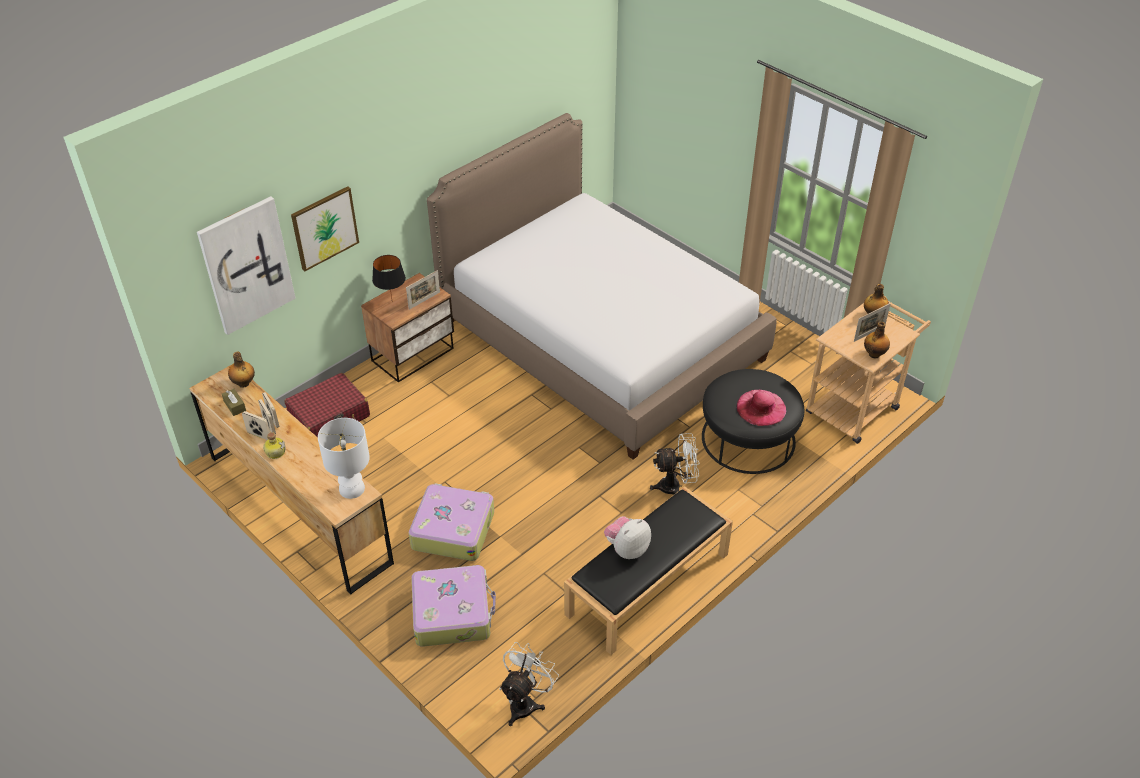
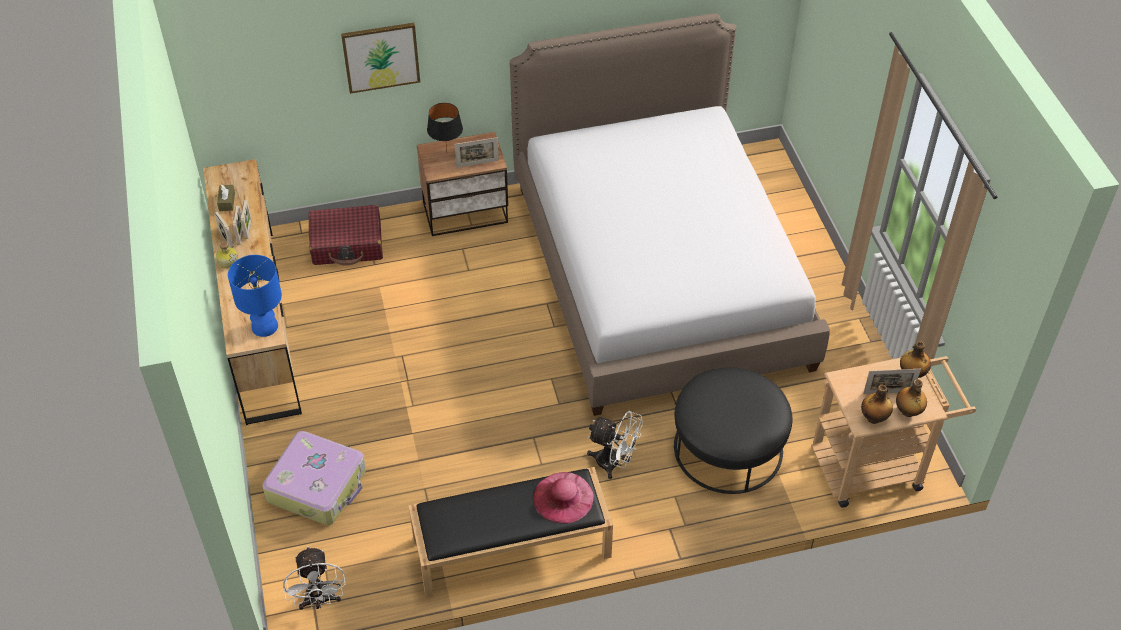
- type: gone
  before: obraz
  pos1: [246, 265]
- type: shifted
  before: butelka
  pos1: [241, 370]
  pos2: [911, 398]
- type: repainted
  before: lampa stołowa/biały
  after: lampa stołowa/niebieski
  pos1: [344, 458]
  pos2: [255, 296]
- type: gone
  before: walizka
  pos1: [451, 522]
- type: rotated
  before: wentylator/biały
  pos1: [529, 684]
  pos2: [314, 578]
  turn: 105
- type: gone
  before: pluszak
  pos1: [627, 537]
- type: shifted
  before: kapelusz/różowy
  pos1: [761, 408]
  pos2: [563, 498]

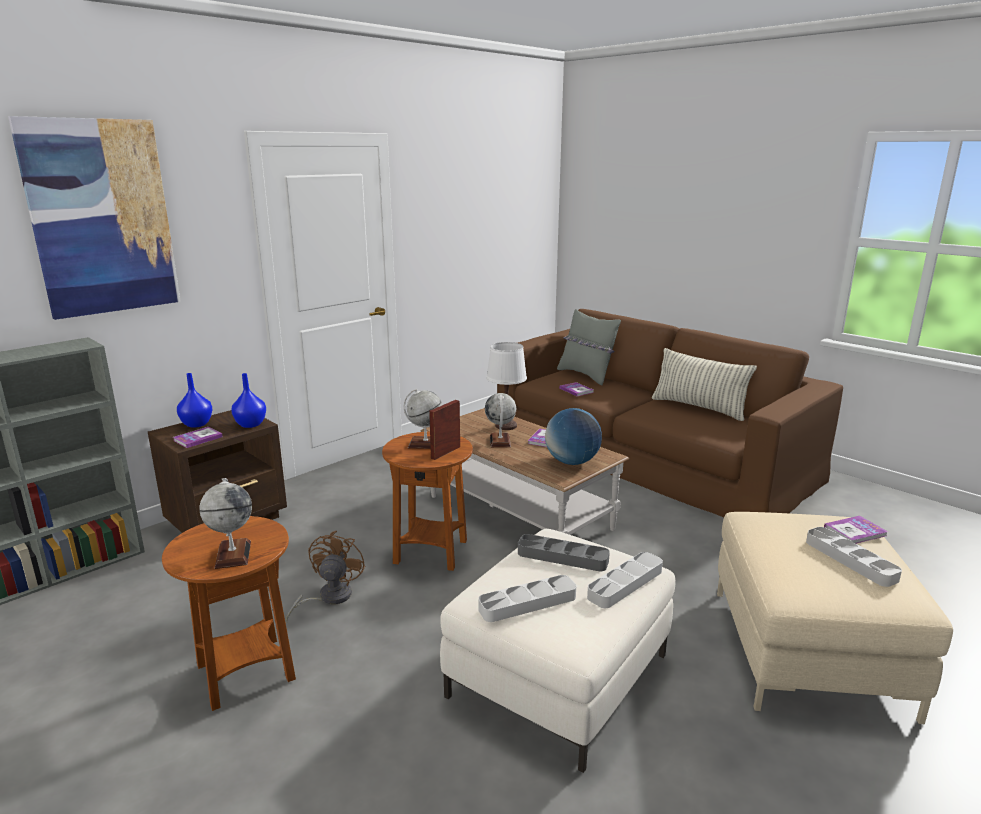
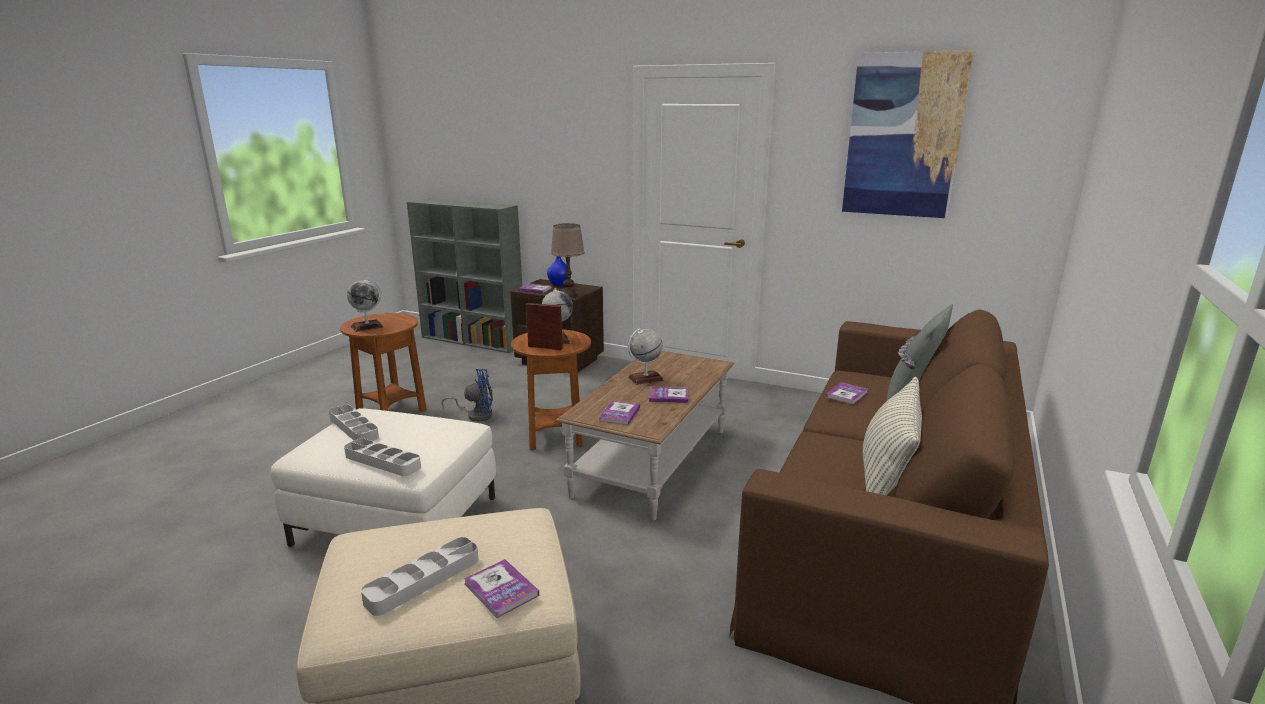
- type: shifted
  before: obraz
  pos1: [94, 218]
  pos2: [908, 134]
- type: swapped
  before: wazon/niebieski
  after: lampa stołowa/brązowy
  pos1: [248, 400]
  pos2: [568, 260]
- type: repainted
  before: wentylator/brązowy
  after: wentylator/niebieski
  pos1: [325, 576]
  pos2: [467, 395]
- type: gone
  before: lampa stołowa/biały
  pos1: [506, 386]
- type: gone
  before: taca/szary
  pos1: [564, 553]
- type: swapped
  before: globus
  after: książka
  pos1: [573, 436]
  pos2: [619, 413]

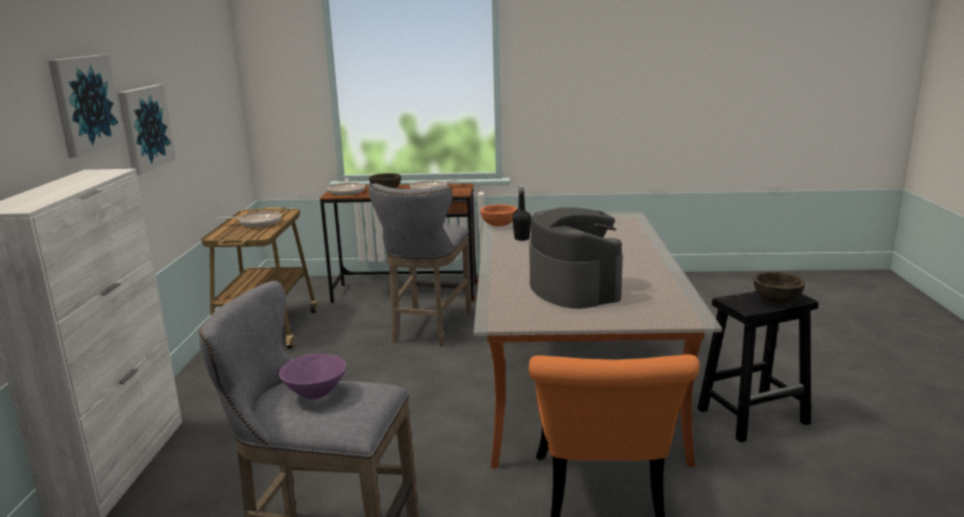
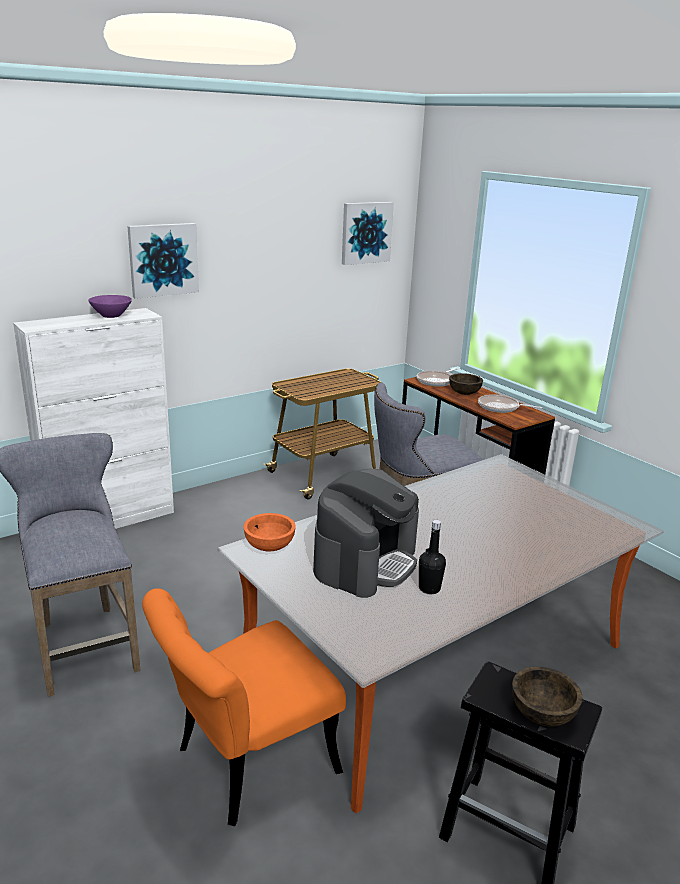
- type: shifted
  before: obraz
  pos1: [147, 129]
  pos2: [368, 233]
- type: gone
  before: patelnia
  pos1: [249, 219]
- type: shifted
  before: miska/fioletowy
  pos1: [312, 376]
  pos2: [110, 306]
- type: shifted
  before: miska/pomarańczowy
  pos1: [498, 215]
  pos2: [269, 532]
- type: shifted
  before: butelka/czarny
  pos1: [521, 213]
  pos2: [432, 557]

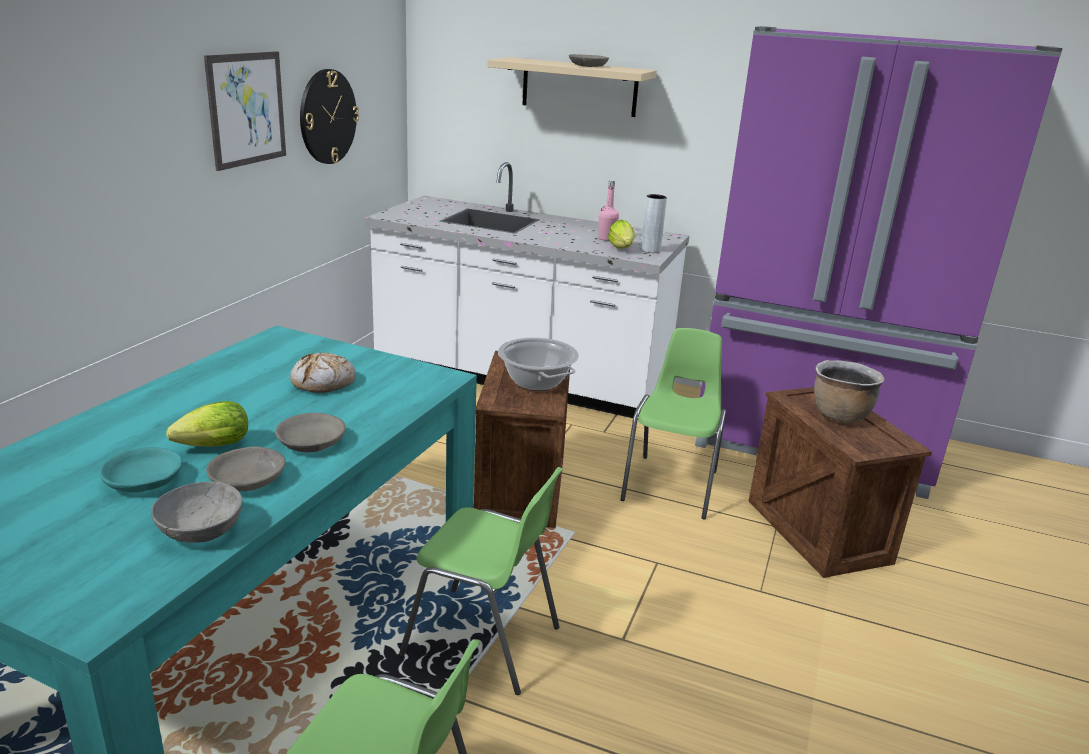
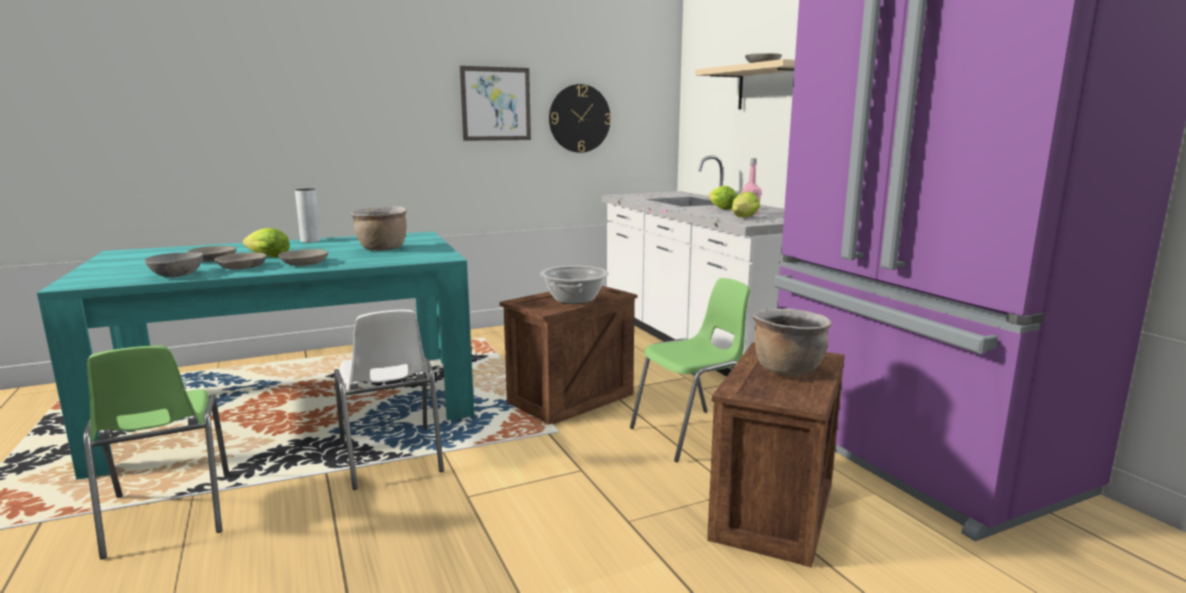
- type: repainted
  before: miska/turkusowy
  after: miska/szary
  pos1: [140, 469]
  pos2: [212, 254]
- type: swapped
  before: chleb
  after: garnek/brązowy
  pos1: [323, 373]
  pos2: [378, 228]
- type: repainted
  before: krzesło/zielony
  after: krzesło/biały
  pos1: [481, 581]
  pos2: [389, 400]
- type: shifted
  before: wazon/szary
  pos1: [654, 223]
  pos2: [308, 216]
- type: new
  after: sałata
  pos2: [722, 198]

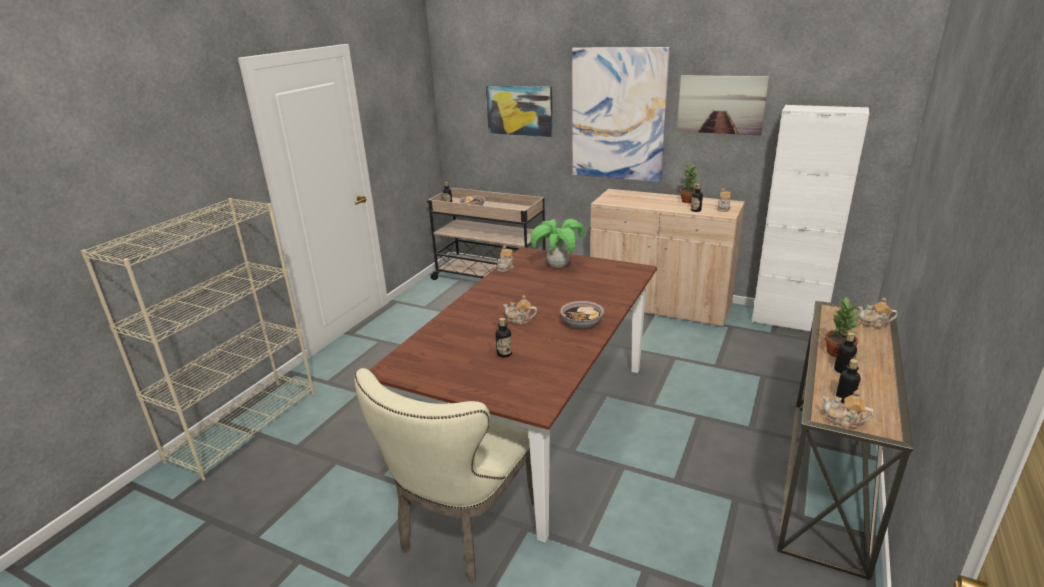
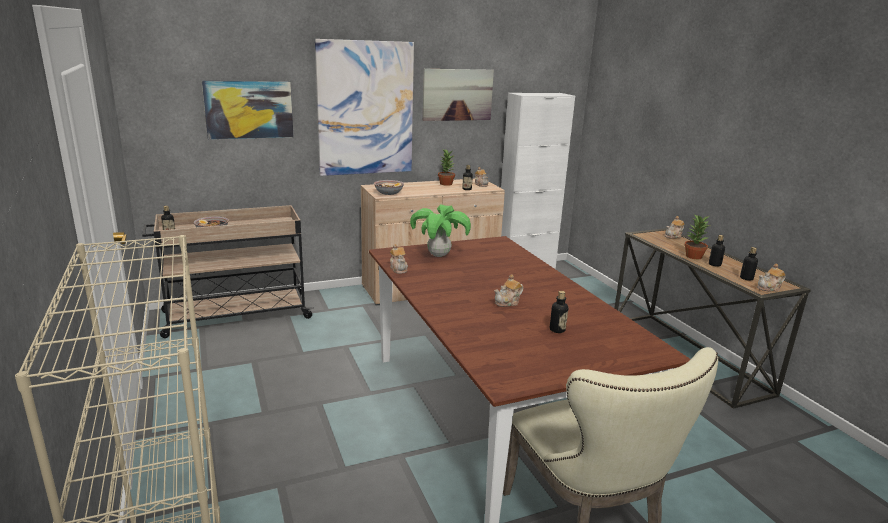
- type: shifted
  before: miska
  pos1: [582, 314]
  pos2: [389, 187]

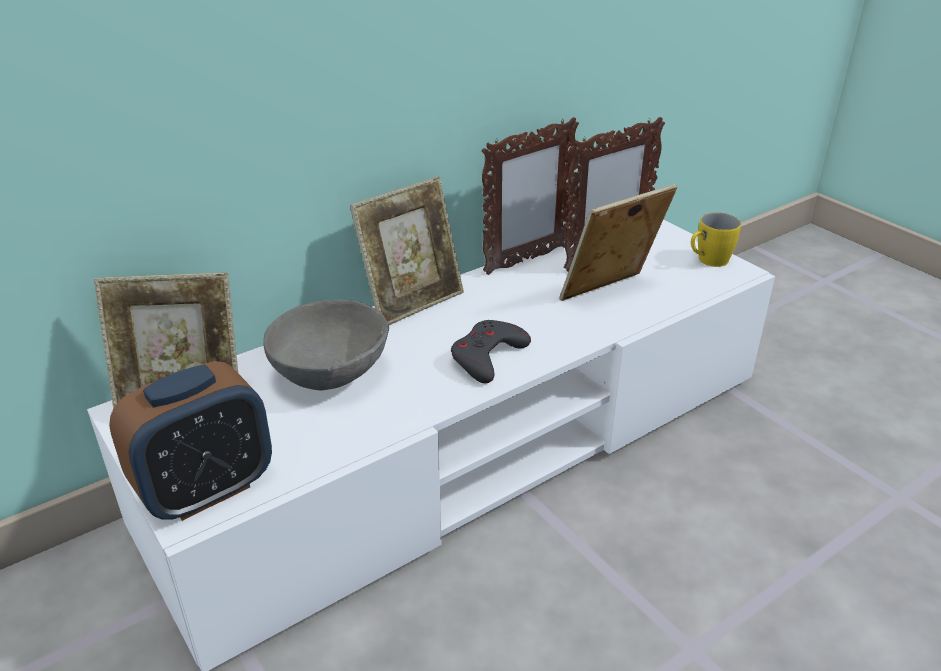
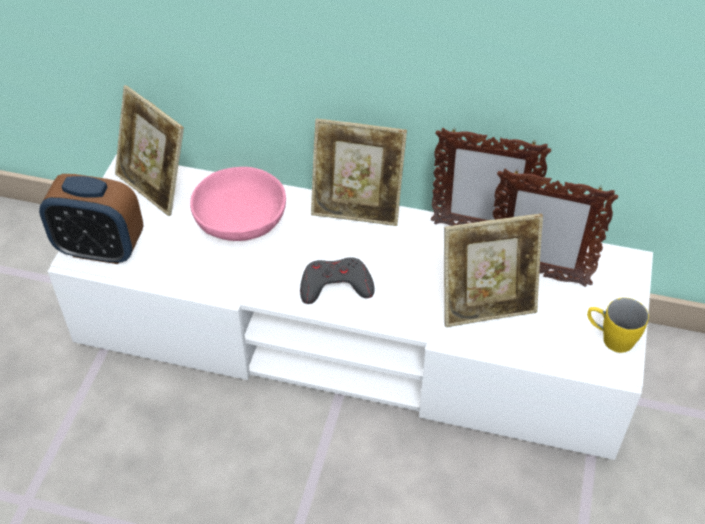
- type: repainted
  before: miska/szary
  after: miska/różowy
  pos1: [326, 344]
  pos2: [238, 204]
- type: rotated
  before: ramka na zdjęcie
  pos1: [618, 242]
  pos2: [493, 270]
  turn: 150

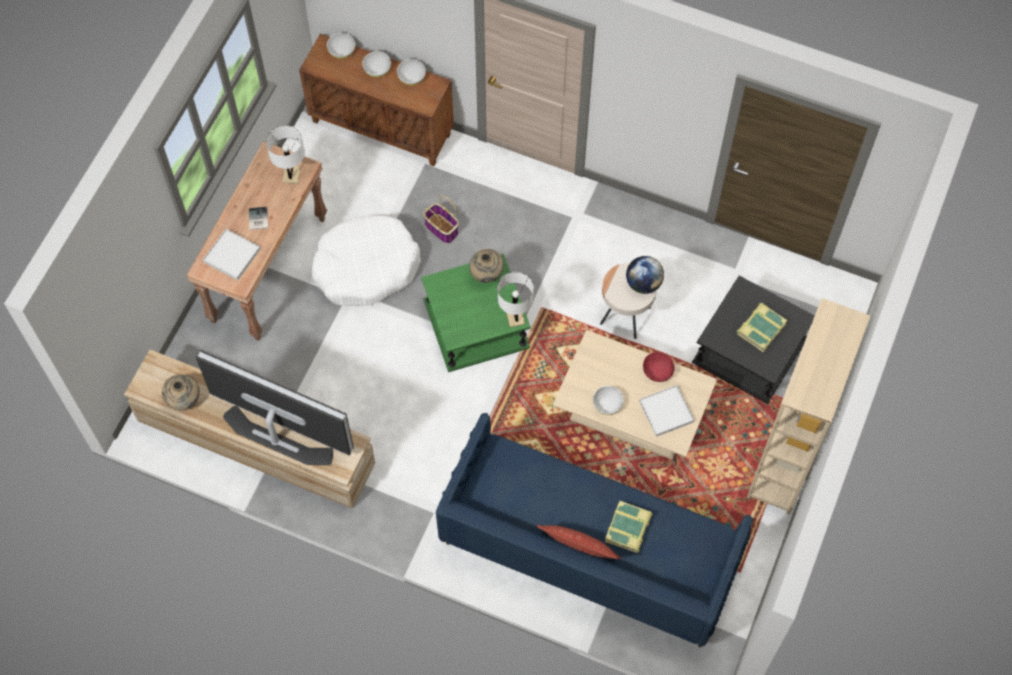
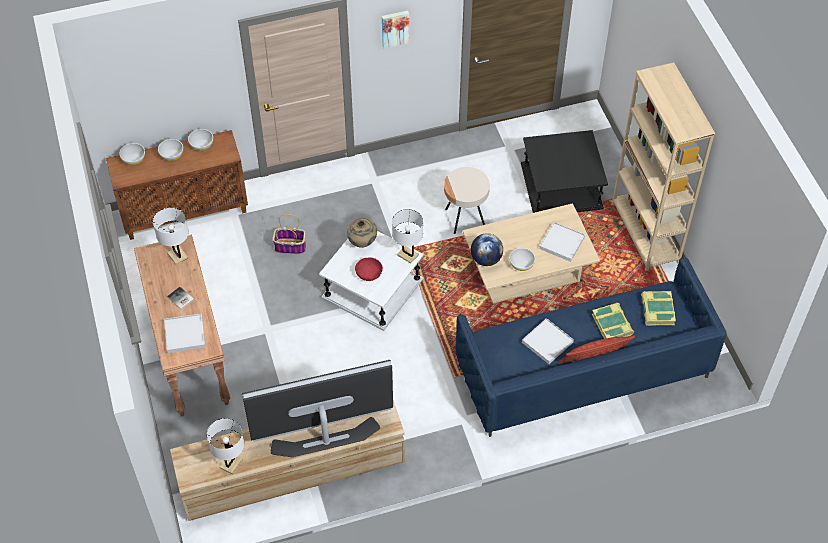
- type: swapped
  before: wazon/beżowy
  after: lampa stołowa/biały
  pos1: [181, 392]
  pos2: [225, 446]
- type: gone
  before: legowisko/biały
  pos1: [366, 260]
- type: repainted
  before: stolik/zielony
  after: stolik/biały
  pos1: [476, 313]
  pos2: [371, 281]
- type: shifted
  before: globus
  pos1: [645, 275]
  pos2: [487, 249]
- type: shifted
  before: miska/czerwony
  pos1: [659, 367]
  pos2: [369, 269]
- type: shifted
  before: książka
  pos1: [761, 327]
  pos2: [658, 308]
- type: new
  after: obraz
  pos2: [395, 30]
- type: new
  after: taca/biały
  pos2: [548, 341]

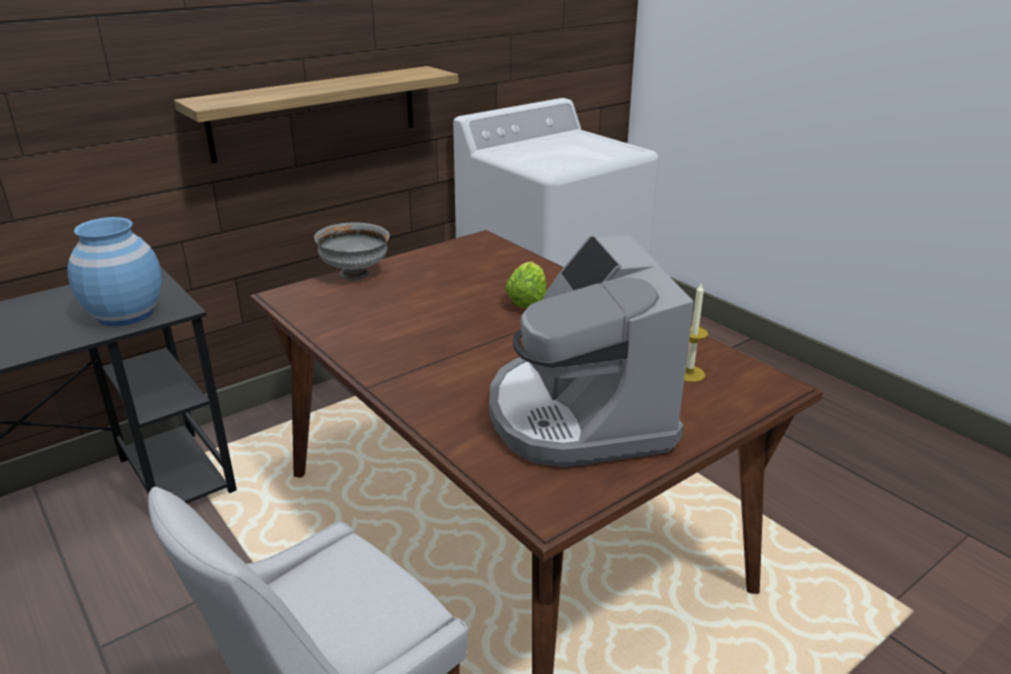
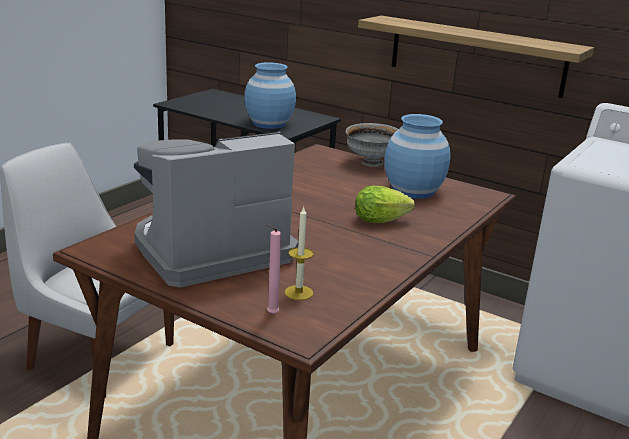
- type: new
  after: świeca/różowy
  pos2: [274, 269]
- type: new
  after: wazon/niebieski
  pos2: [417, 156]

